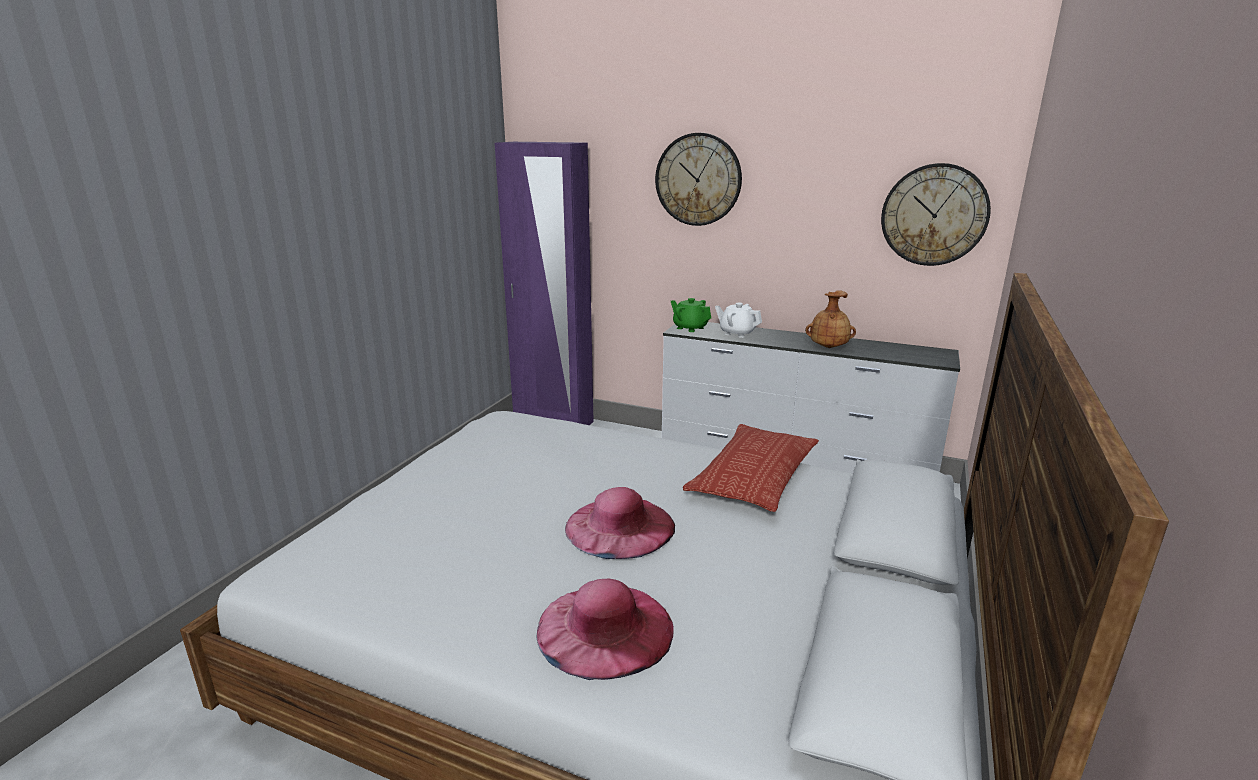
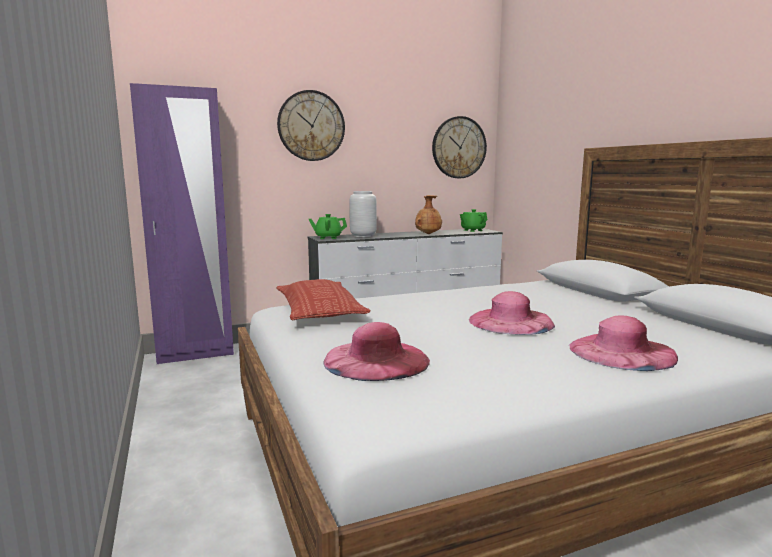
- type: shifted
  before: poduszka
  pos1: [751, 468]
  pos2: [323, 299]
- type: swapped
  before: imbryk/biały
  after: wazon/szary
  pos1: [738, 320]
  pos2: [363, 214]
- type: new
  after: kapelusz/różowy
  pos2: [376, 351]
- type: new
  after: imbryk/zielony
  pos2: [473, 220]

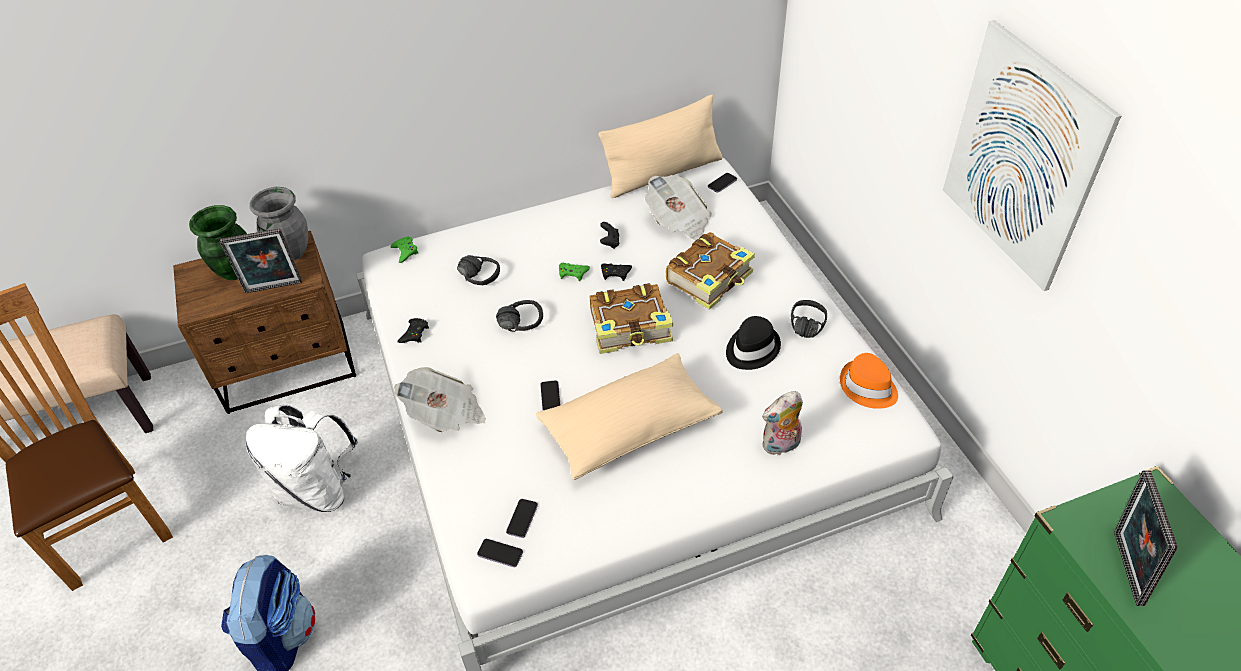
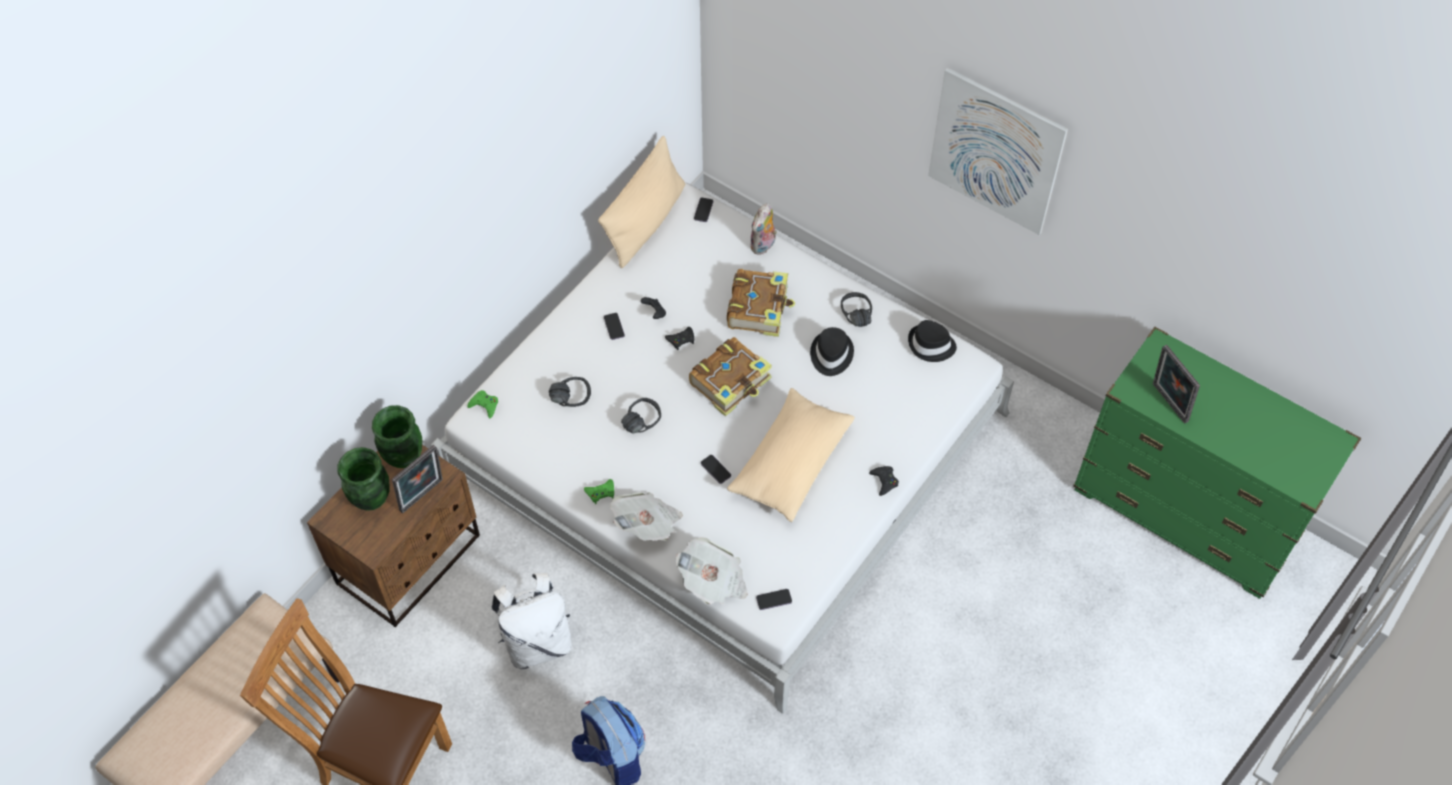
- type: repainted
  before: wazon/szary
  after: wazon/zielony
  pos1: [279, 223]
  pos2: [397, 436]
- type: shifted
  before: pad do gier/czarny
  pos1: [413, 330]
  pos2: [884, 481]
- type: shifted
  before: telefon
  pos1: [522, 518]
  pos2: [614, 326]
- type: shifted
  before: pad do gier/zielony
  pos1: [574, 272]
  pos2: [599, 491]
- type: shifted
  before: gazeta
  pos1: [678, 207]
  pos2: [712, 570]
- type: shifted
  before: pluszak
  pos1: [782, 423]
  pos2: [764, 229]
- type: repainted
  before: kapelusz/pomarańczowy
  after: kapelusz/czarny
  pos1: [869, 381]
  pos2: [932, 341]

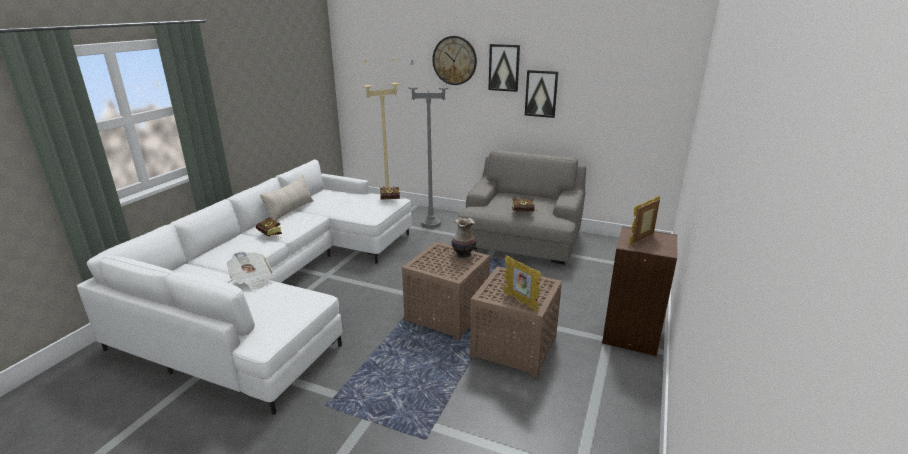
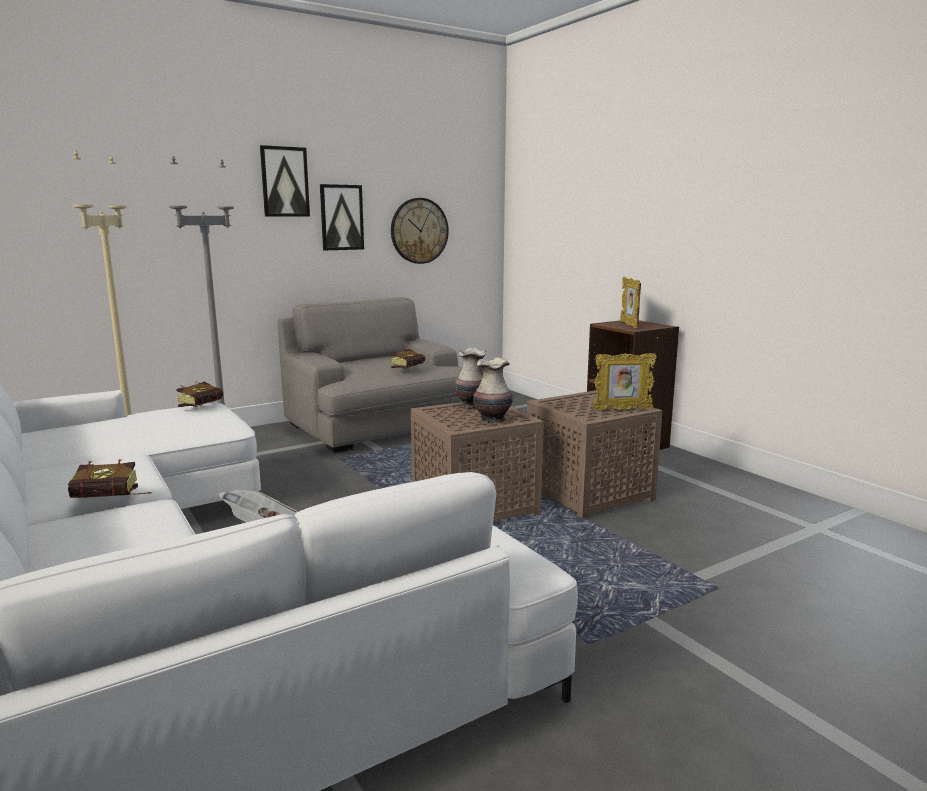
- type: gone
  before: poduszka/beżowy
  pos1: [287, 198]
- type: shifted
  before: zegar ścienny
  pos1: [454, 60]
  pos2: [420, 231]
- type: new
  after: wazon
  pos2: [493, 390]

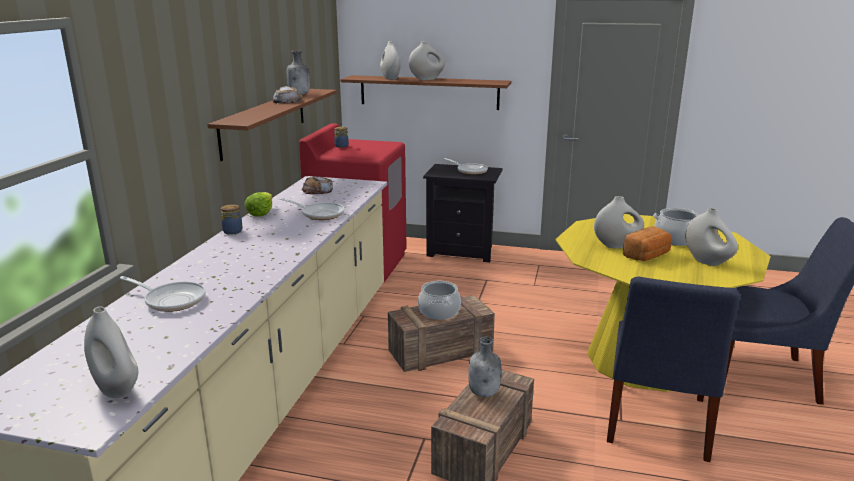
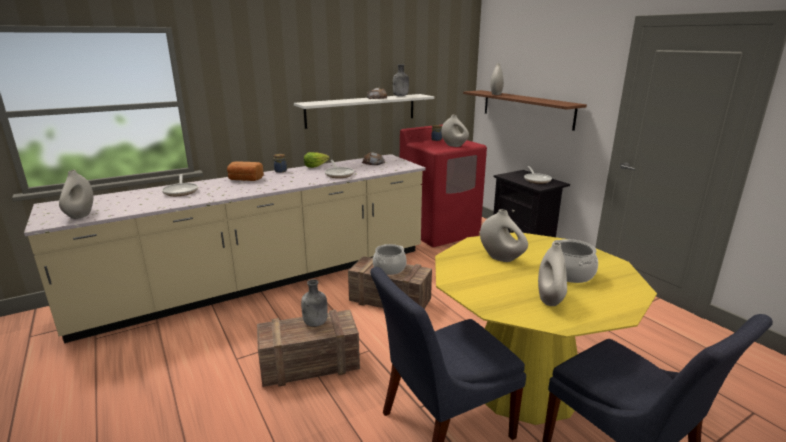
- type: repainted
  before: półka/brązowy
  after: półka/biały
  pos1: [272, 125]
  pos2: [364, 111]
- type: shifted
  before: wazon/biały
  pos1: [427, 60]
  pos2: [455, 131]
- type: shifted
  before: chleb
  pos1: [647, 243]
  pos2: [245, 171]

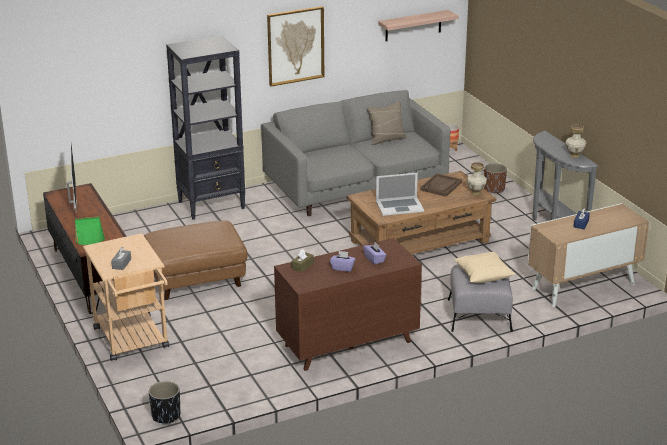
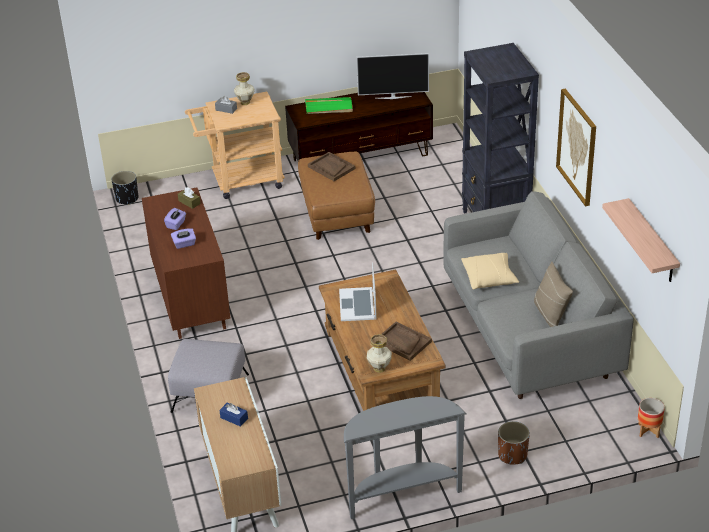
- type: shifted
  before: poduszka/beżowy
  pos1: [485, 267]
  pos2: [490, 271]
- type: shifted
  before: wazon
  pos1: [575, 141]
  pos2: [244, 88]
- type: new
  after: taca/brązowy
  pos2: [331, 166]

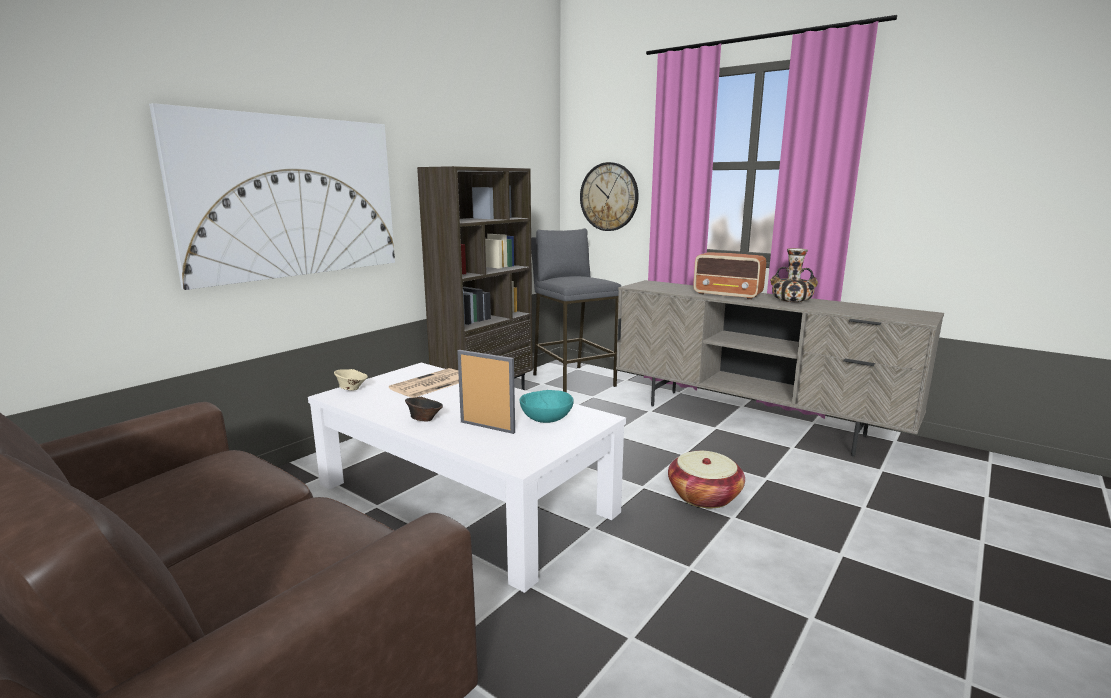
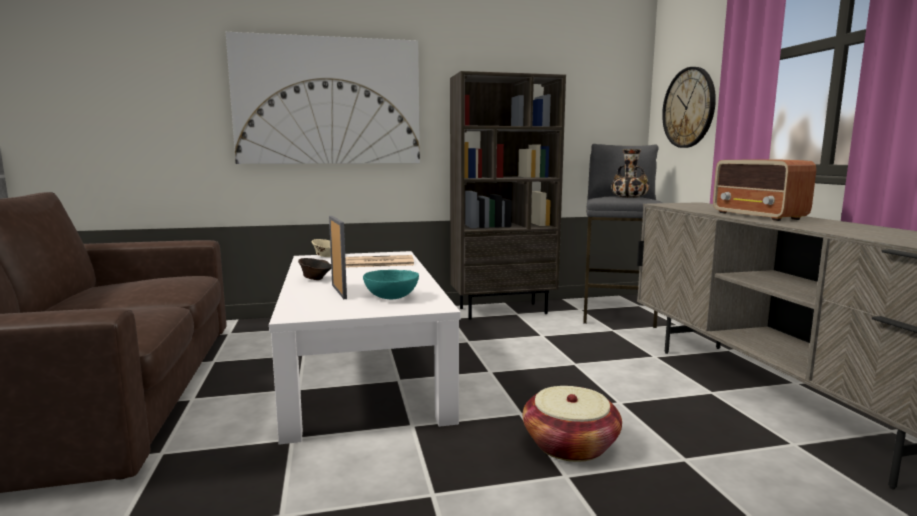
- type: shifted
  before: wazon
  pos1: [794, 275]
  pos2: [630, 173]

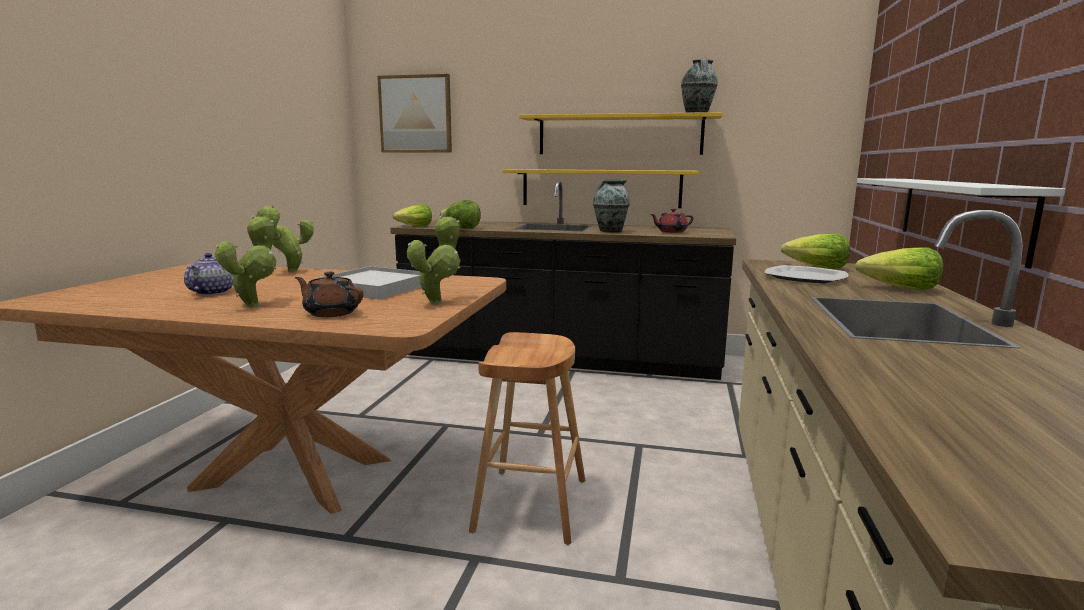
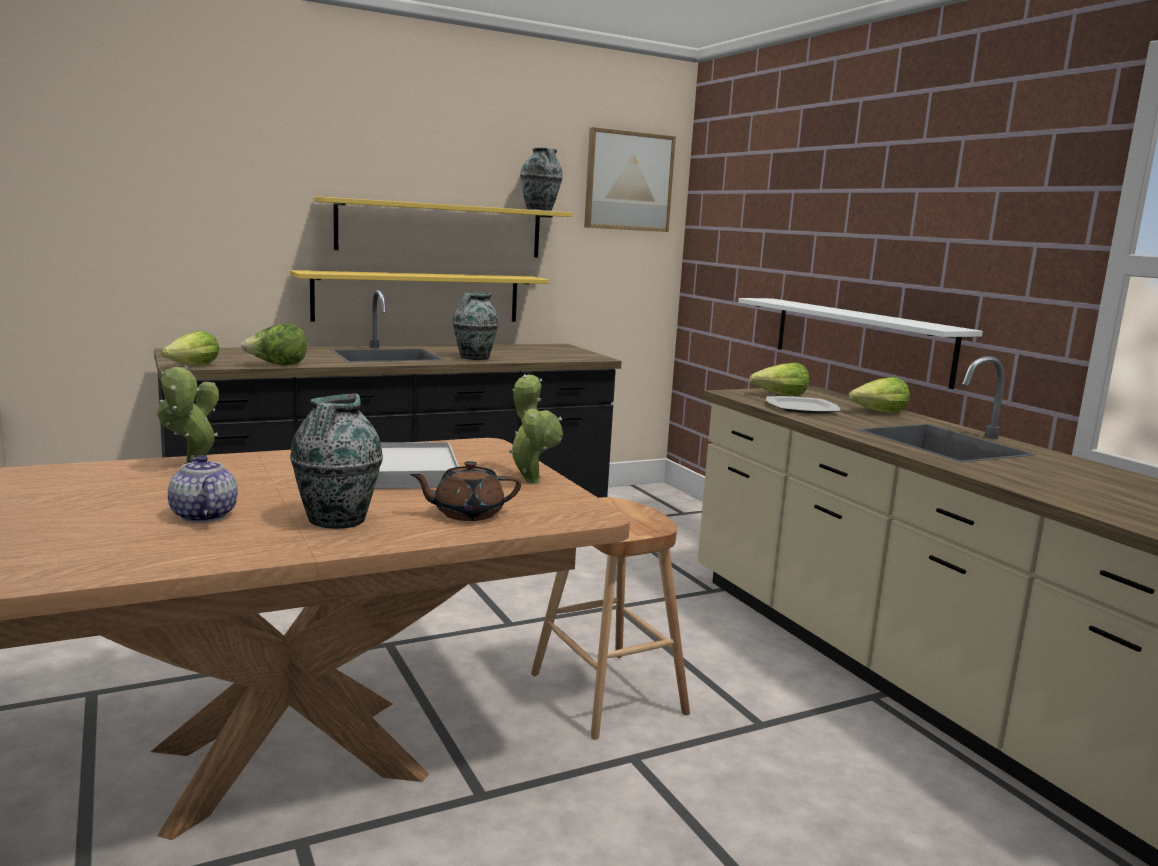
- type: swapped
  before: roślina doniczkowa
  after: wazon
  pos1: [246, 261]
  pos2: [336, 461]
- type: shifted
  before: obraz
  pos1: [414, 113]
  pos2: [630, 179]
- type: gone
  before: imbryk/czerwony
  pos1: [672, 221]

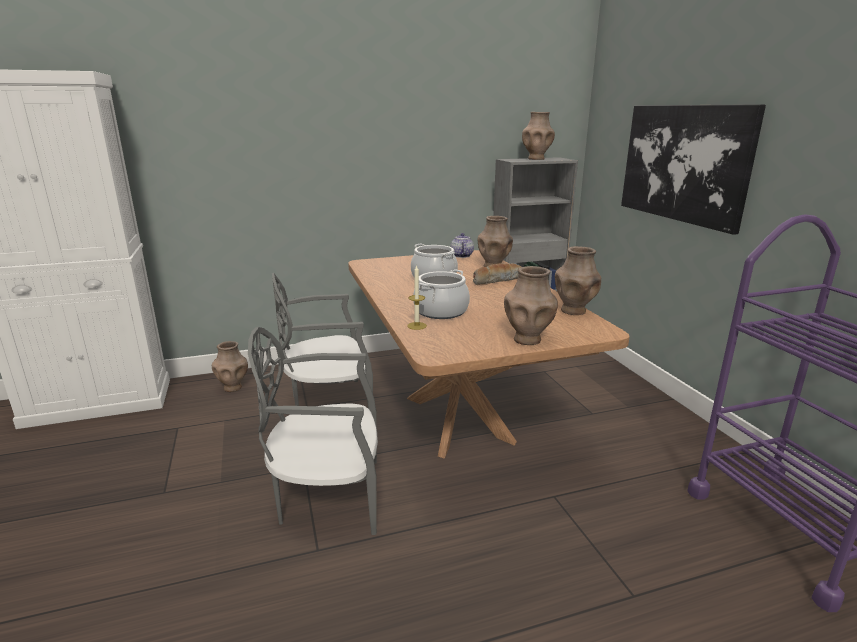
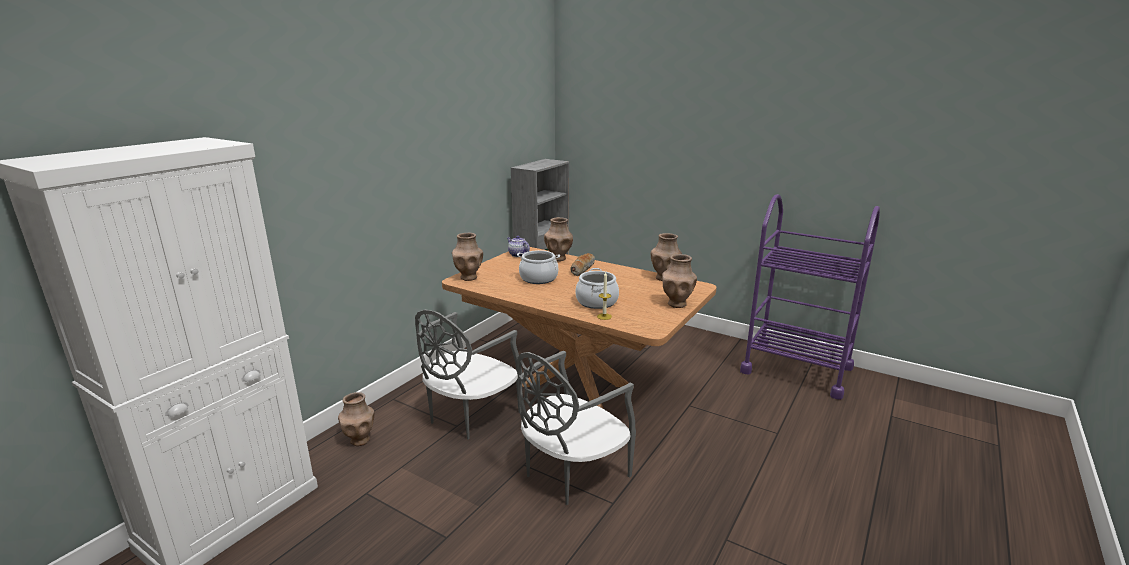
- type: shifted
  before: wazon/brązowy
  pos1: [538, 136]
  pos2: [467, 257]
- type: gone
  before: obraz
  pos1: [693, 169]

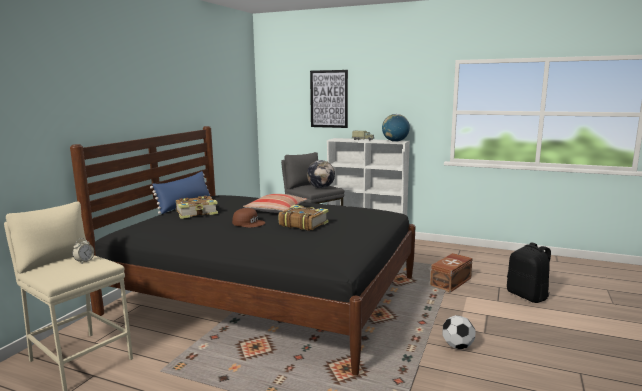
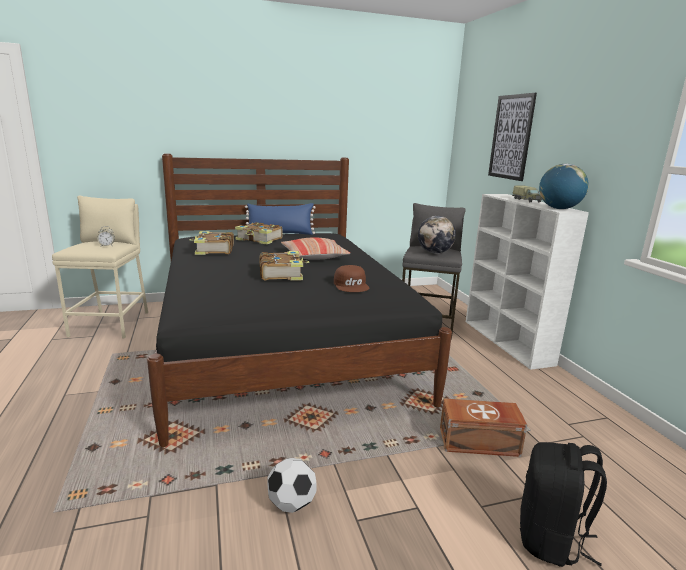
- type: shifted
  before: czapka z daszkiem/brązowy
  pos1: [249, 218]
  pos2: [351, 278]
- type: new
  after: książka
  pos2: [212, 243]

